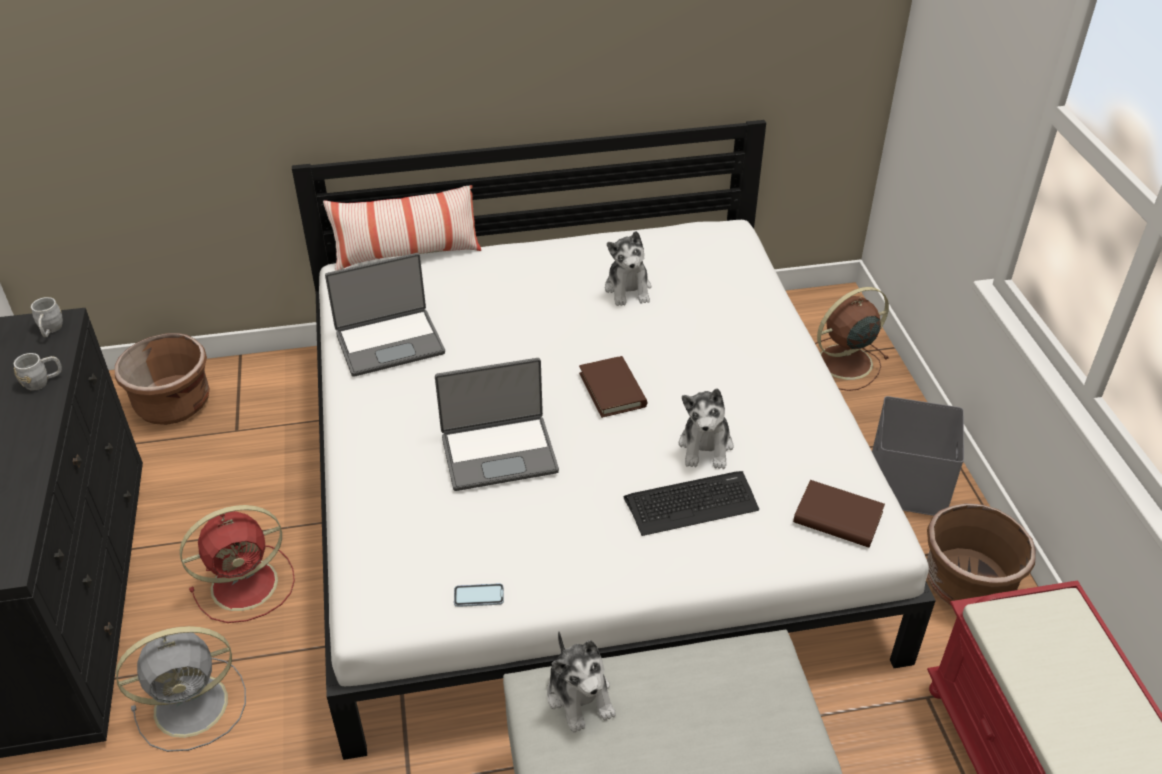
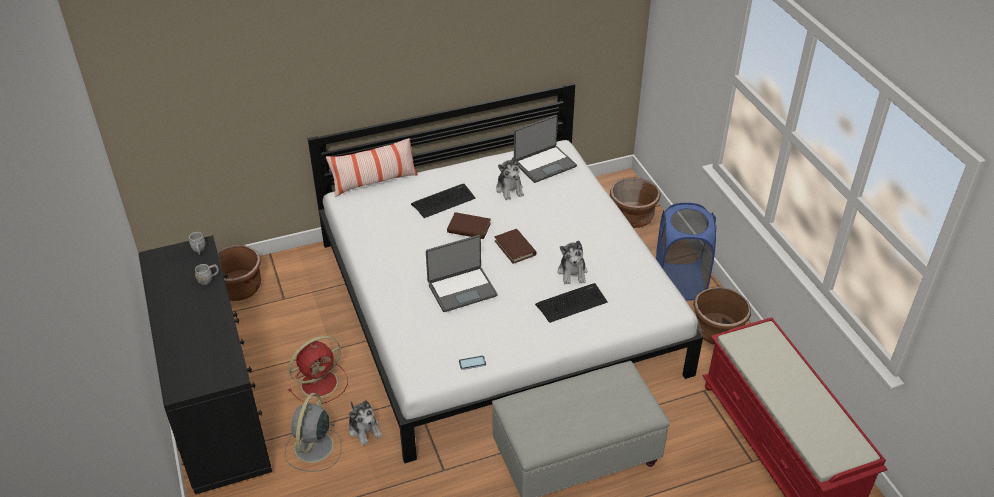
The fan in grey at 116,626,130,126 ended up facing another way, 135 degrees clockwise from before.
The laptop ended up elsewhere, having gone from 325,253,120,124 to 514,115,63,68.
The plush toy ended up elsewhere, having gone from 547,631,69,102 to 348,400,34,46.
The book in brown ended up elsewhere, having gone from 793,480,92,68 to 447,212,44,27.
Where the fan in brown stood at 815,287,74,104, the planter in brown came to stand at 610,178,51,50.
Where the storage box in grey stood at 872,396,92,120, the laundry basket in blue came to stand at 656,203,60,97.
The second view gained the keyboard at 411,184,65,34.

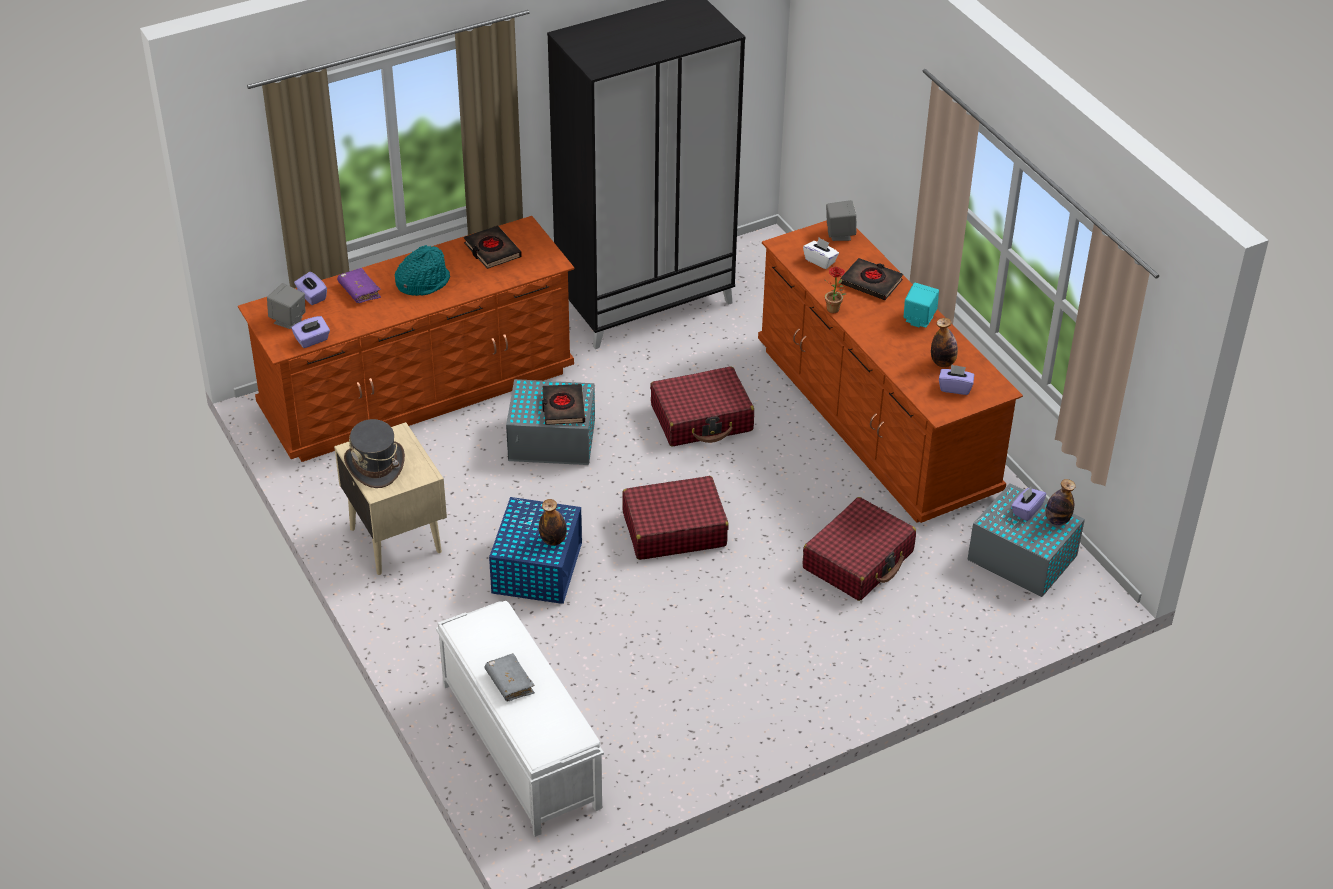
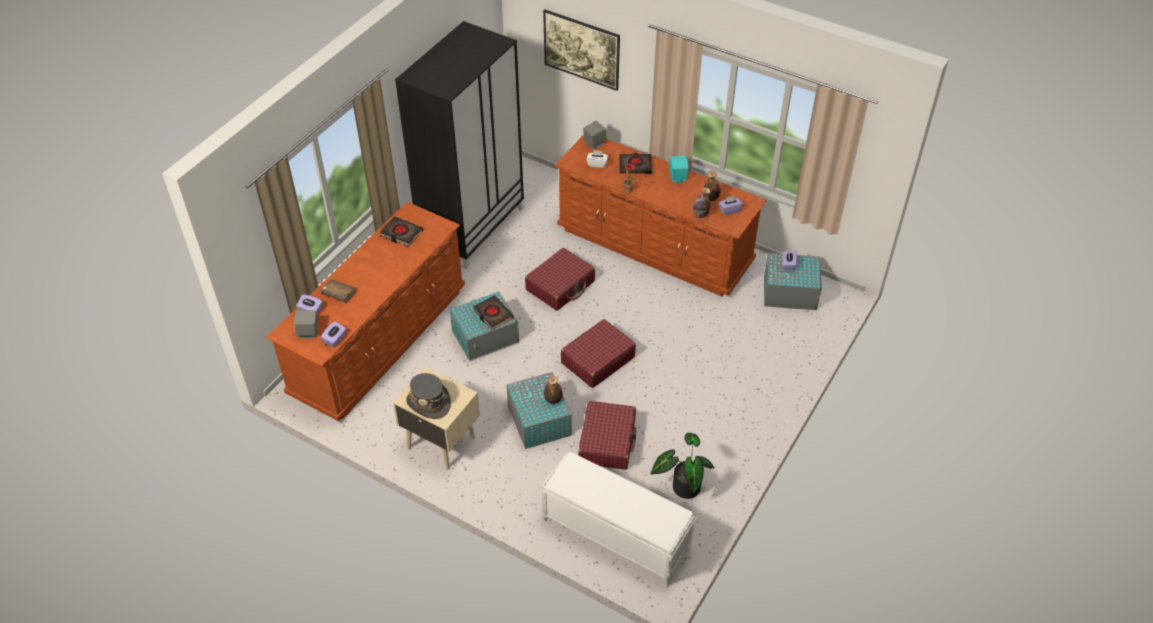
What was the book in purple at 337,268,44,35 turned into the book in brown at 321,278,36,25.
The second view lost the hat in turquoise at 395,245,55,51.
The second view lost the book in grey at 485,653,50,48.
What was the storage box in blue at 489,497,93,107 turned into the storage box in grey at 506,372,66,77.
The suitcase in red ended up elsewhere, having gone from 802,497,114,104 to 578,401,58,69.
The bottle ended up elsewhere, having gone from 1046,479,30,47 to 693,188,17,30.
The second view gained the picture at 543,9,77,82.
The second view gained the potted plant at 651,433,63,66.

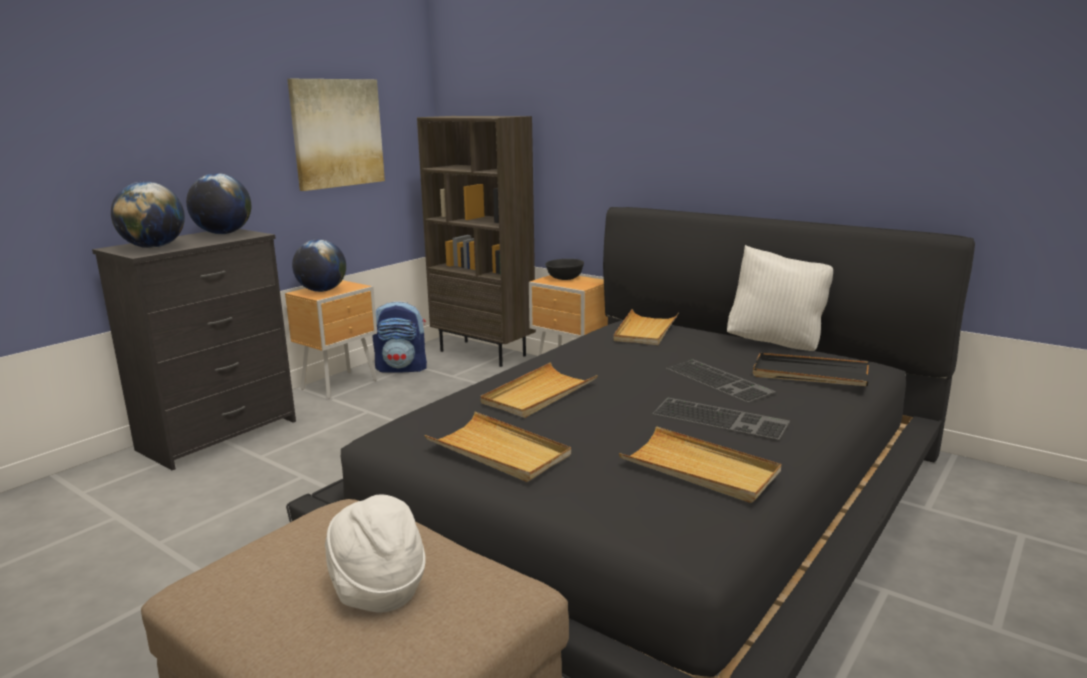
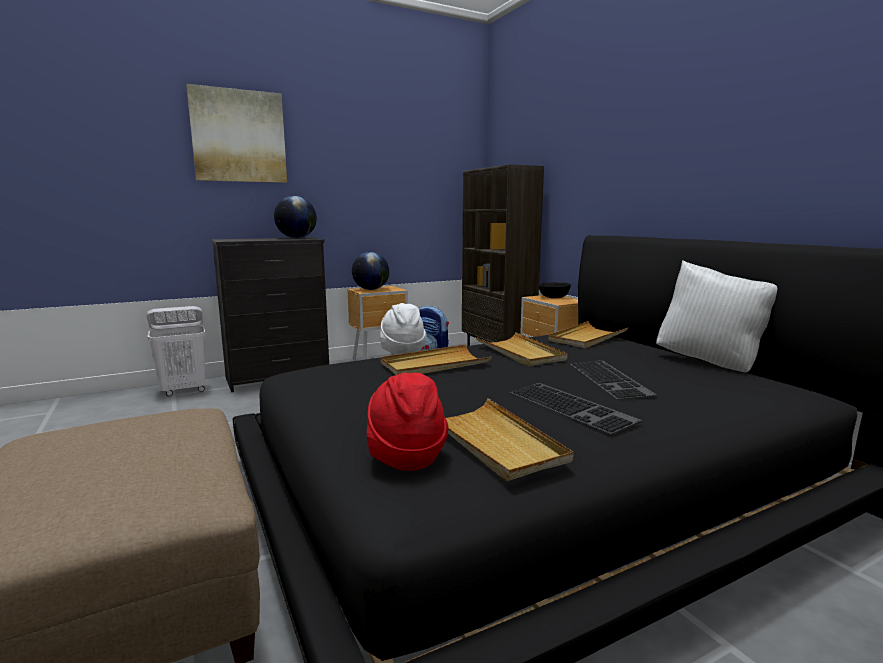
The second view lost the globe at 111,182,74,66.
The picture ended up elsewhere, having gone from 287,79,98,112 to 186,84,101,99.
The hat in white ended up elsewhere, having gone from 325,494,101,119 to 380,303,47,52.
The tray in beige ended up elsewhere, having gone from 425,412,146,70 to 476,332,92,34.
The second view lost the tray in black at 753,352,116,34.
The second view gained the laundry basket in white at 146,306,60,90.
The second view gained the hat in red at 367,372,81,99.

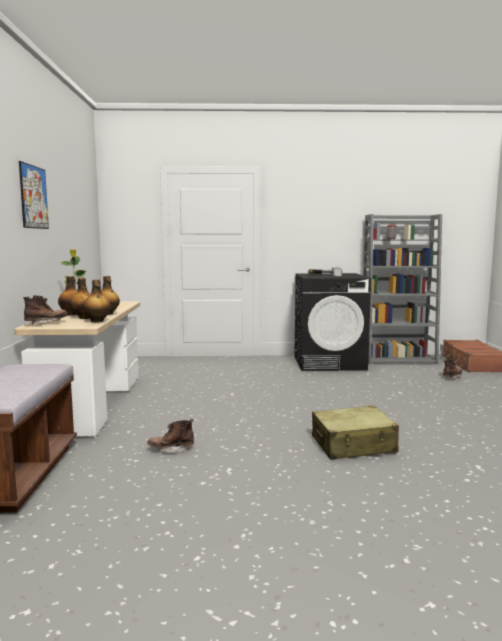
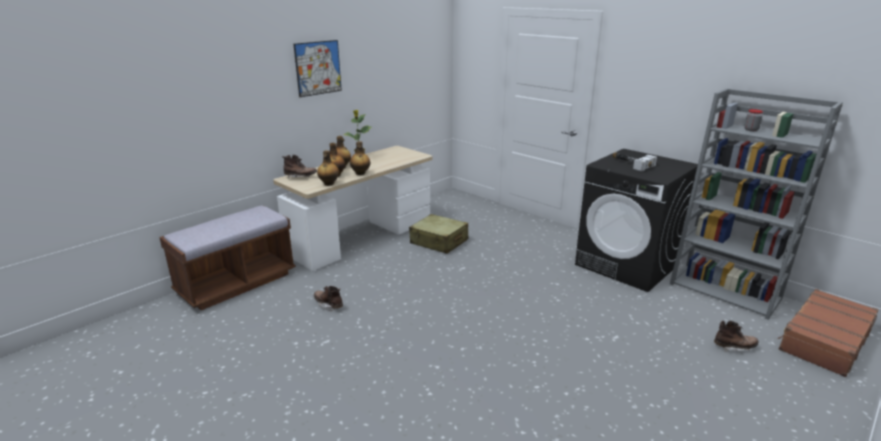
The suitcase in beige ended up elsewhere, having gone from 312,406,87,54 to 409,214,59,40.

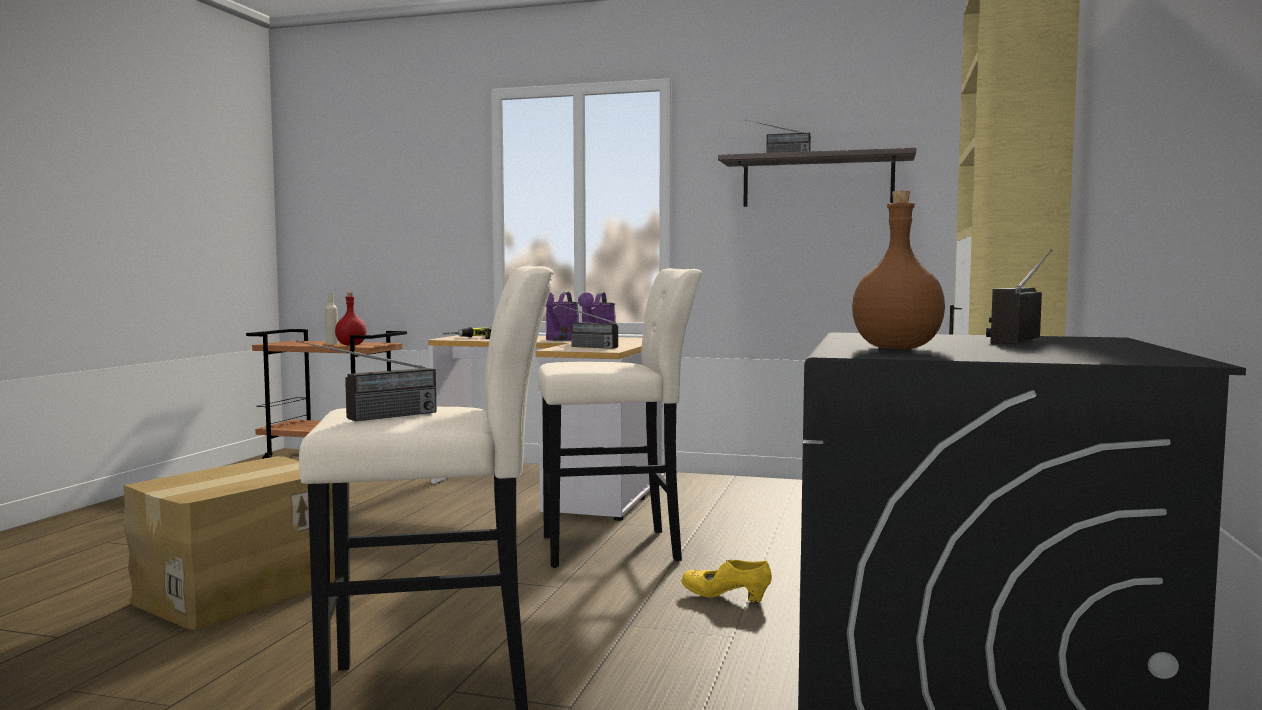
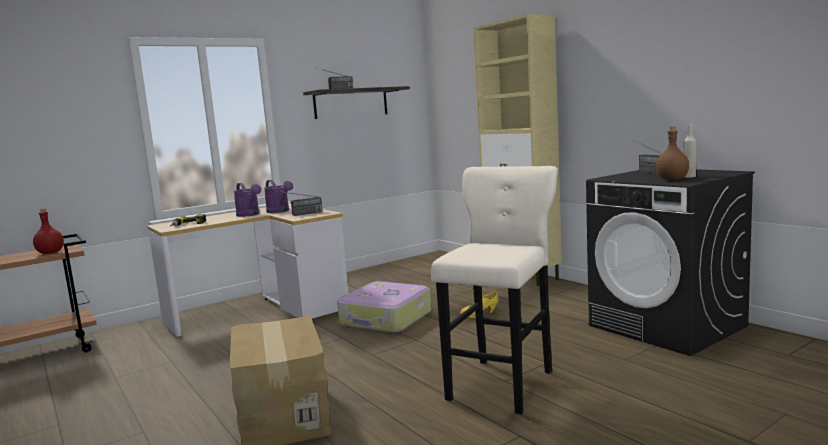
The second view lost the radio at 296,340,140,81.
The bottle in beige ended up elsewhere, having gone from 325,292,13,53 to 683,125,13,52.
Where the stool in beige stood at 538,268,164,300, the suitcase came to stand at 337,281,95,52.

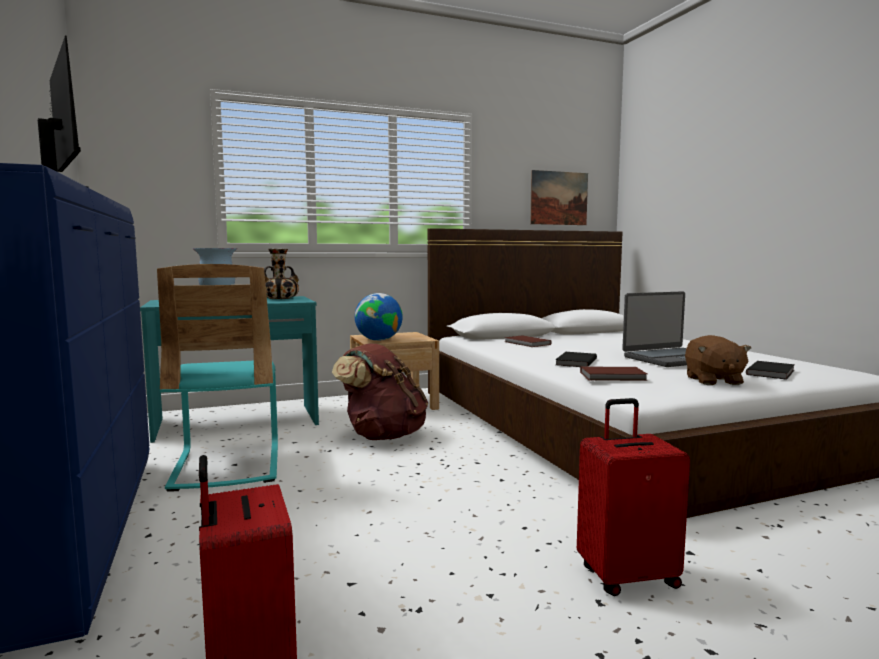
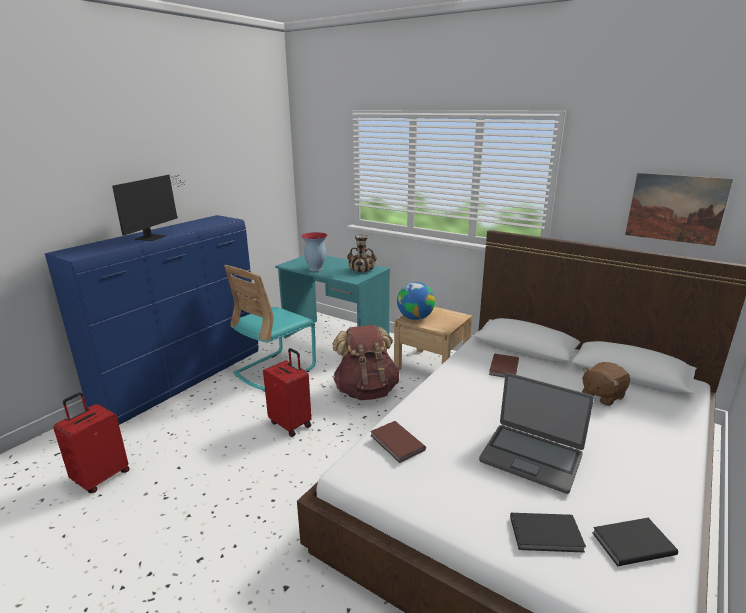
The book in black ended up elsewhere, having gone from 555,352,42,15 to 592,518,86,48.
The suitcase in red ended up elsewhere, having gone from 577,398,113,198 to 263,348,49,89.
The plush toy in brown ended up elsewhere, having gone from 685,335,66,50 to 582,362,48,44.

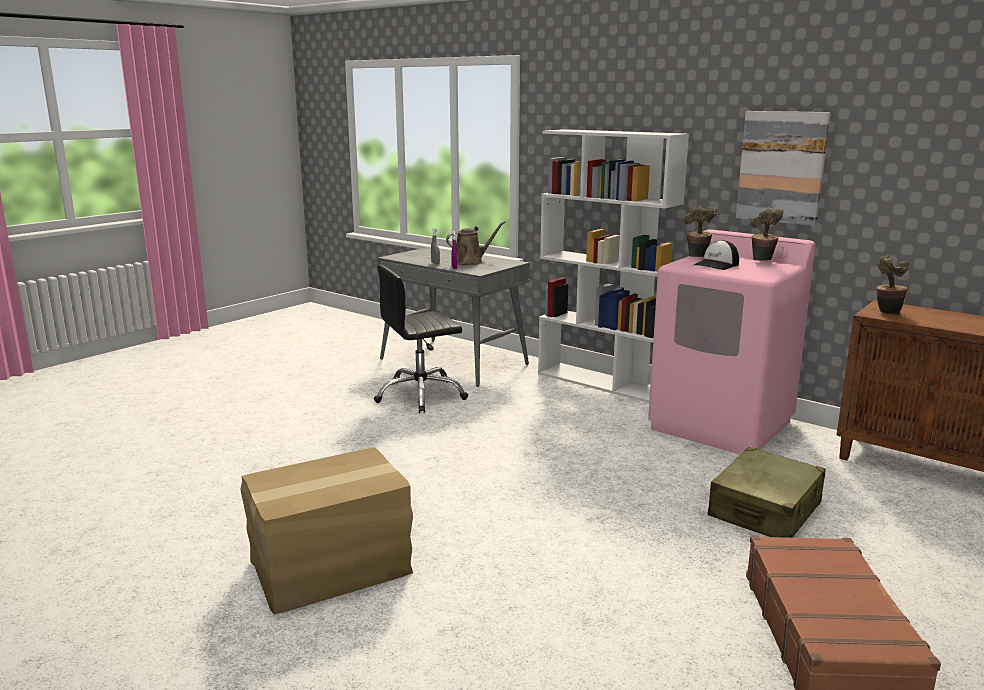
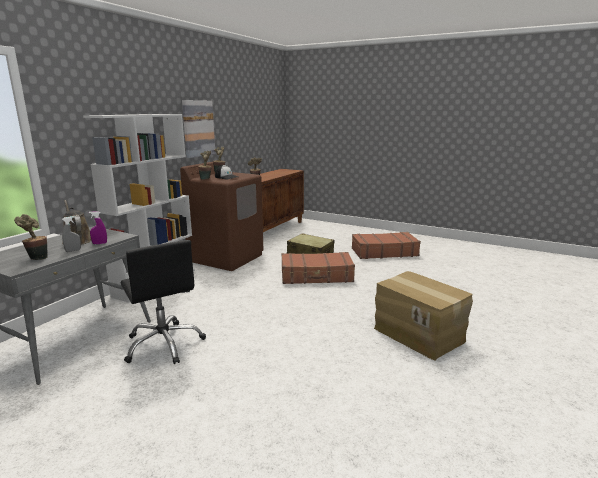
What was the washing machine in pink at 648,229,167,226 turned into the washing machine in brown at 180,162,83,109.
The second view gained the potted plant at 14,214,34,46.
The second view gained the suitcase in brown at 282,252,73,32.

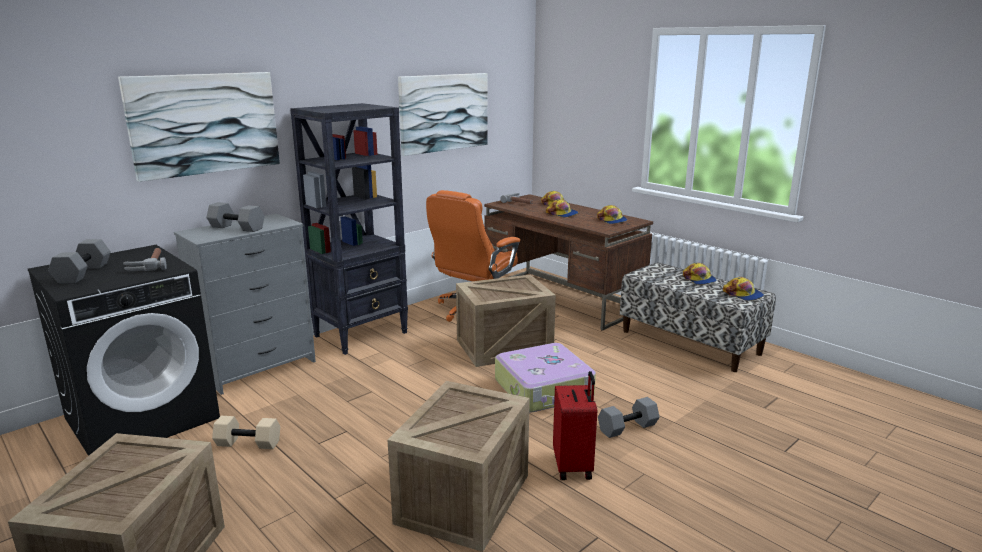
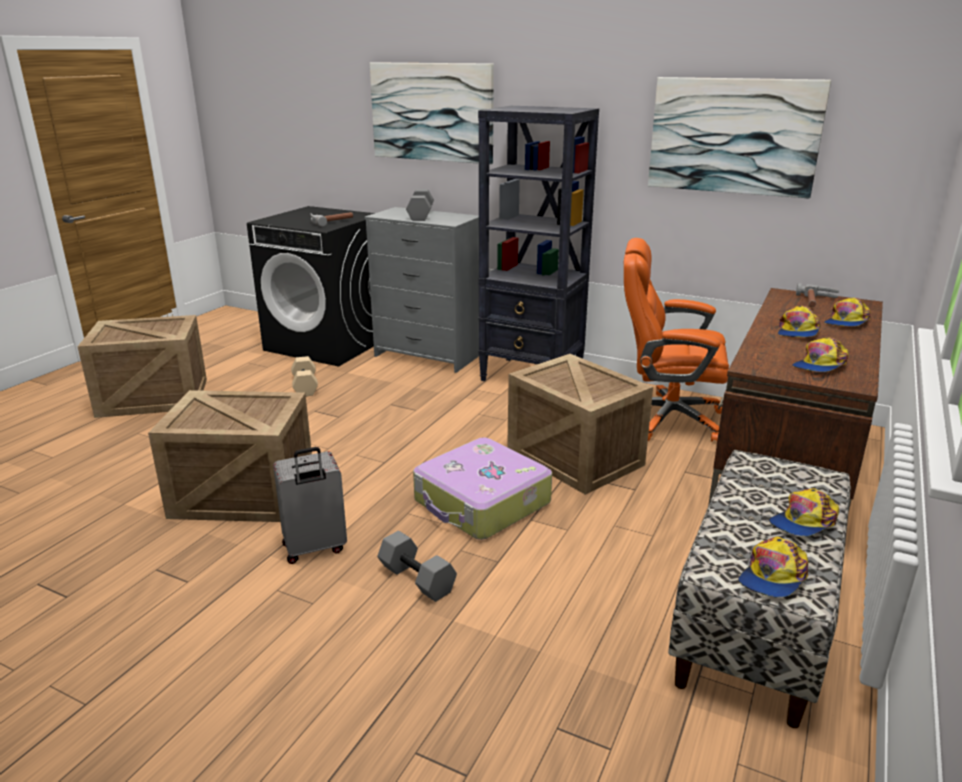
The second view lost the dumbbell in grey at 48,239,63,45.
What was the suitcase in red at 553,371,44,109 turned into the suitcase in grey at 273,447,74,117.

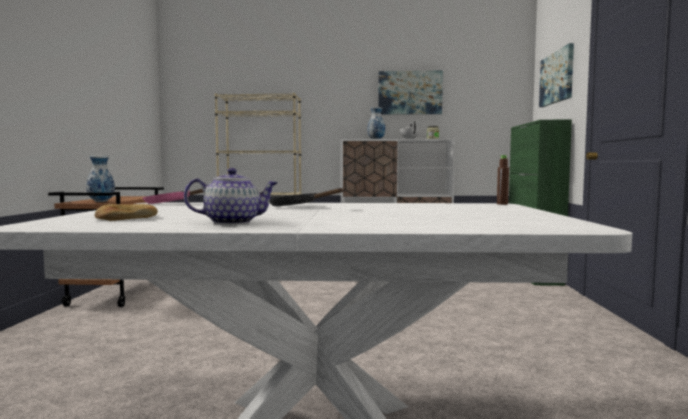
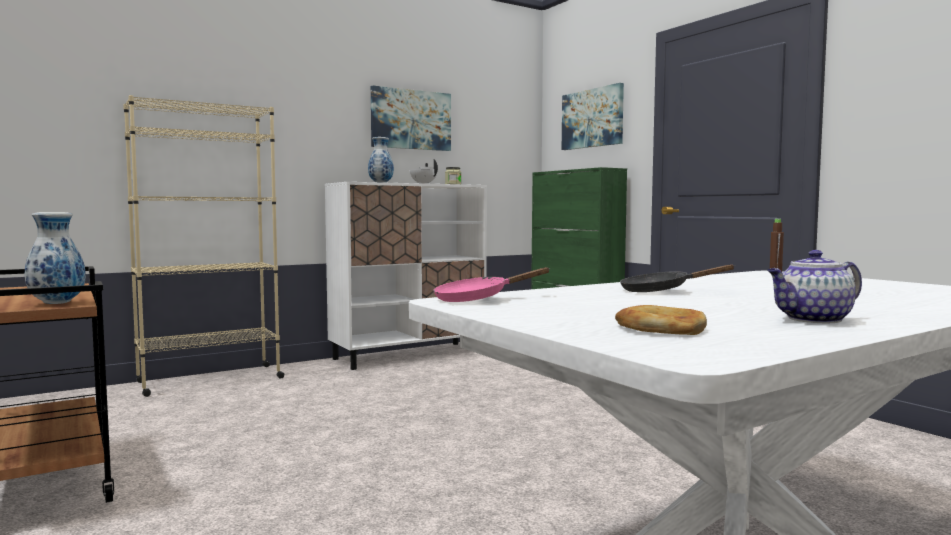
The teapot at 184,168,94,57 ended up facing another way, 150 degrees counterclockwise from before.

